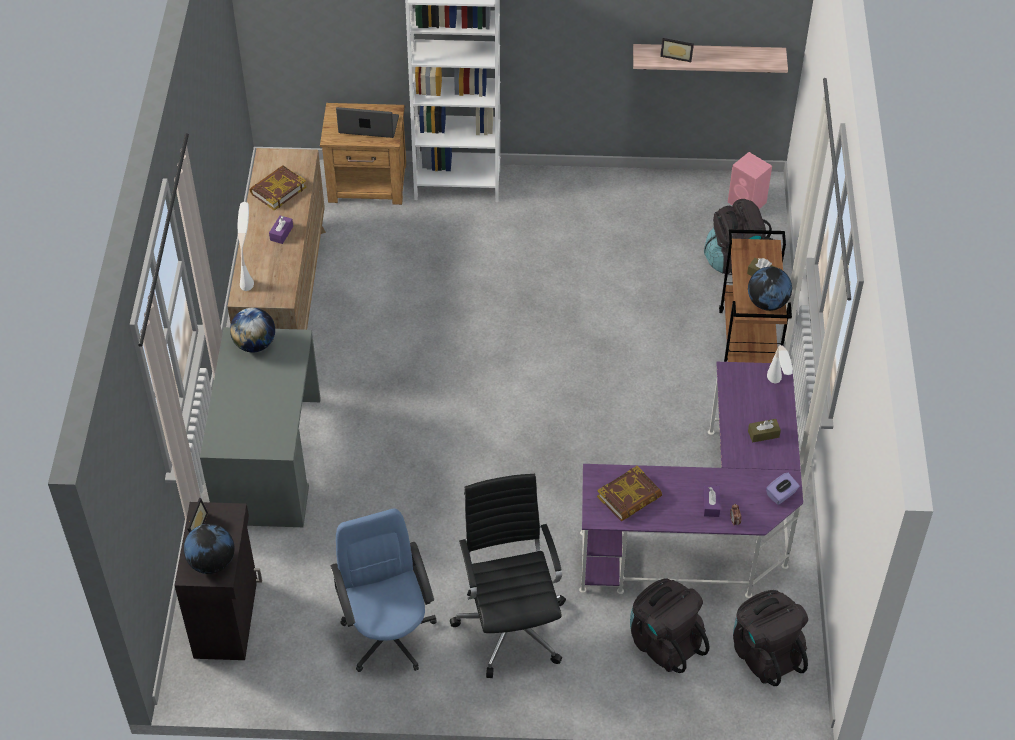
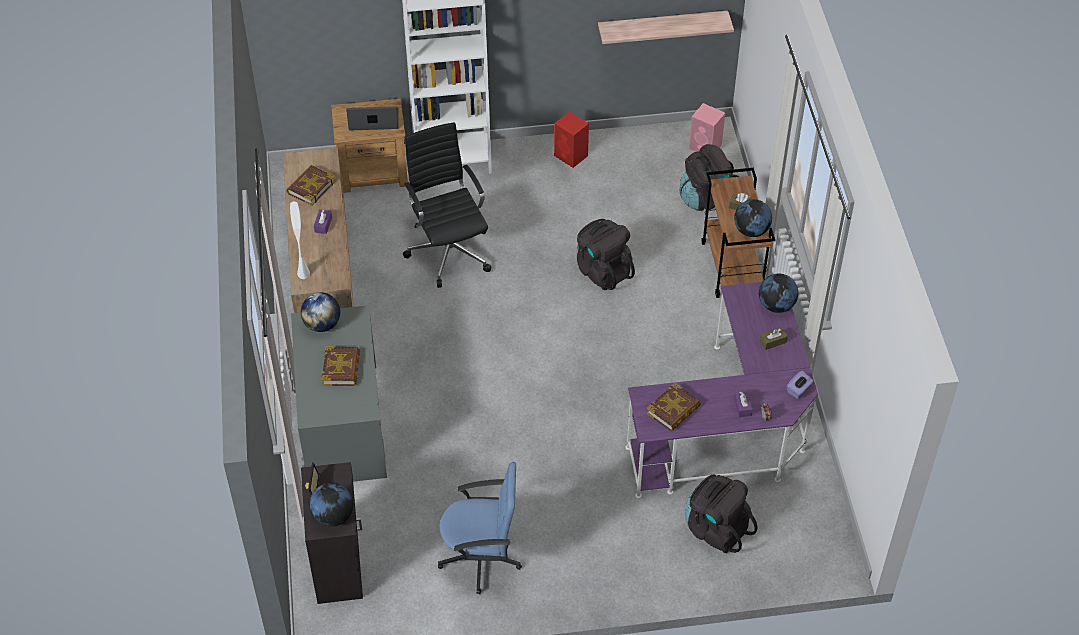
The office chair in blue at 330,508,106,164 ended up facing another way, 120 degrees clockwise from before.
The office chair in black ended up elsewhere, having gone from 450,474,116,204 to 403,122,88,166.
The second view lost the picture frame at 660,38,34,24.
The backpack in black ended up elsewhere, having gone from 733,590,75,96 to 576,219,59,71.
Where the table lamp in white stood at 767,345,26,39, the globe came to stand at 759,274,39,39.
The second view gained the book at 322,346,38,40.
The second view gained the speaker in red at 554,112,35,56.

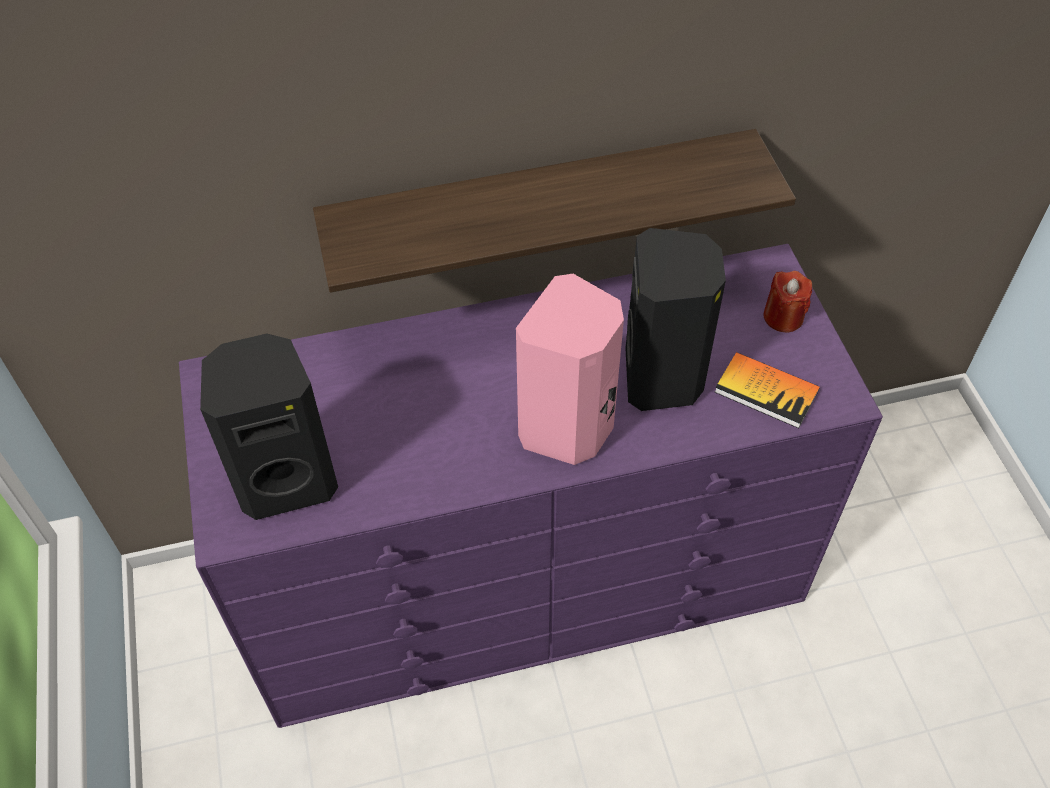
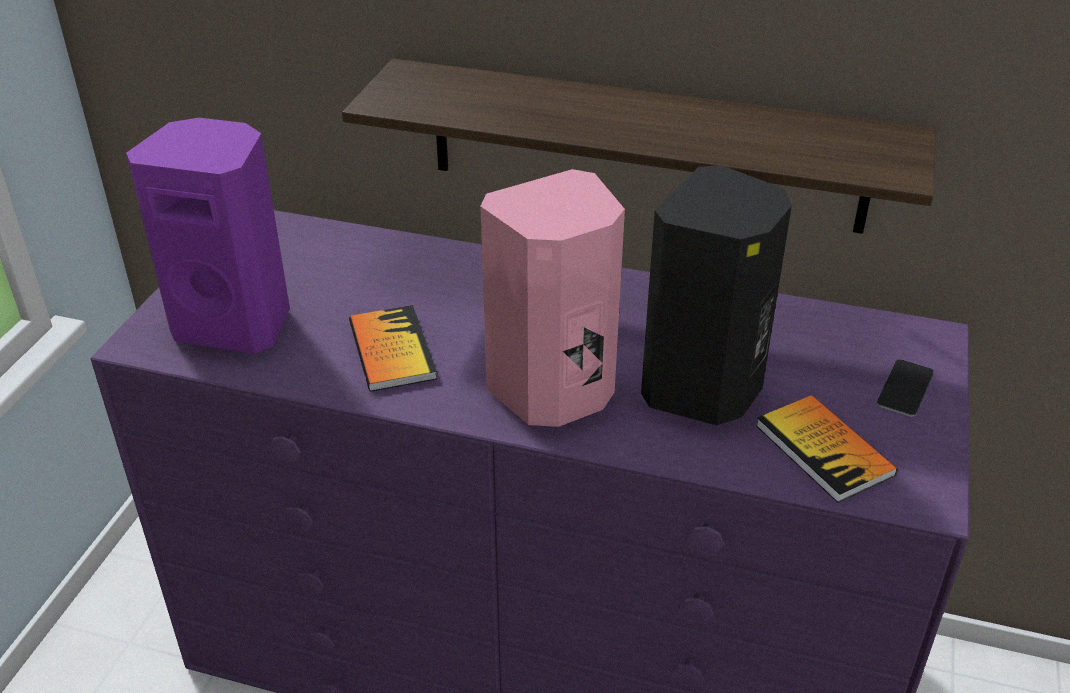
What was the speaker in black at 200,334,138,186 turned into the speaker in purple at 126,118,164,236.
Where the candle in red stood at 764,271,48,61, the phone came to stand at 877,359,57,58.
The second view gained the book at 349,305,88,87.

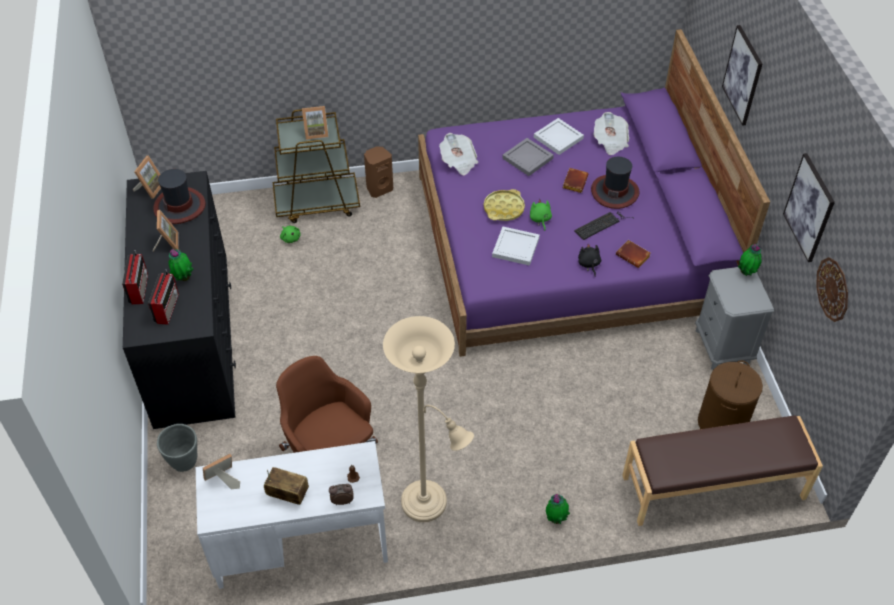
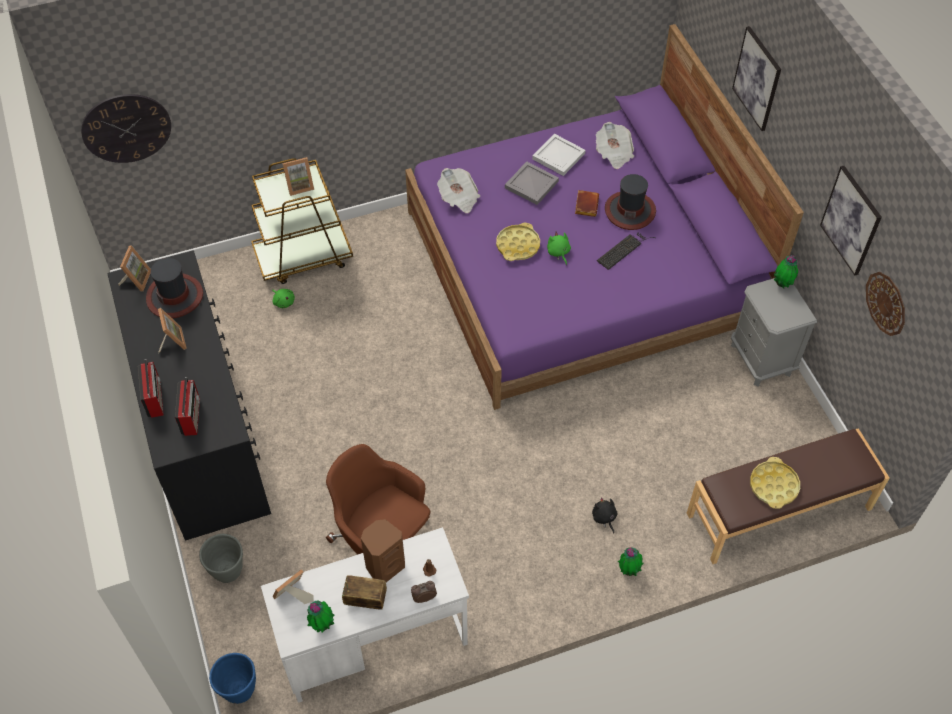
The potted plant ended up elsewhere, having gone from 168,249,26,32 to 307,600,28,33.
The speaker in brown ended up elsewhere, having gone from 364,147,29,51 to 361,519,44,63.
The second view lost the floor lamp in beige at 383,316,91,206.
The second view lost the tray in white at 492,227,48,39.
The plush toy in black ended up elsewhere, having gone from 578,243,23,33 to 592,497,26,37.
The second view lost the book in brown at 616,240,35,28.
The second view lost the laundry basket in brown at 698,360,65,69.
The second view gained the wall clock at 81,94,90,69.
The second view gained the planter in blue at 209,653,47,51.
The second view gained the tray in yellow at 750,457,50,52.

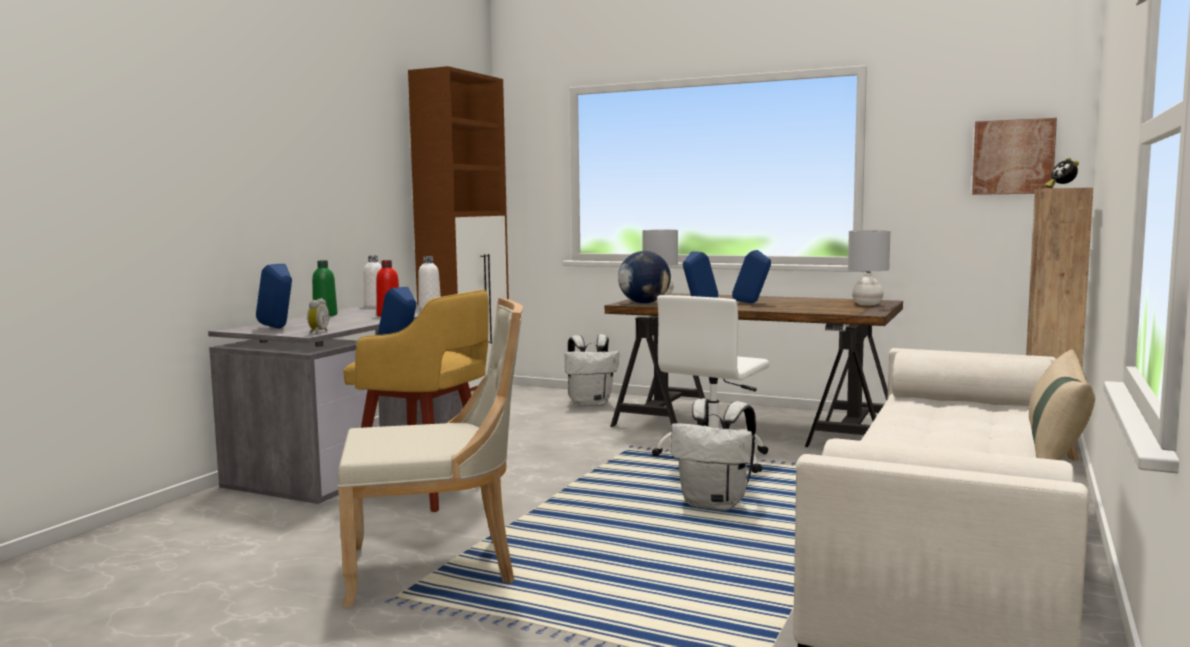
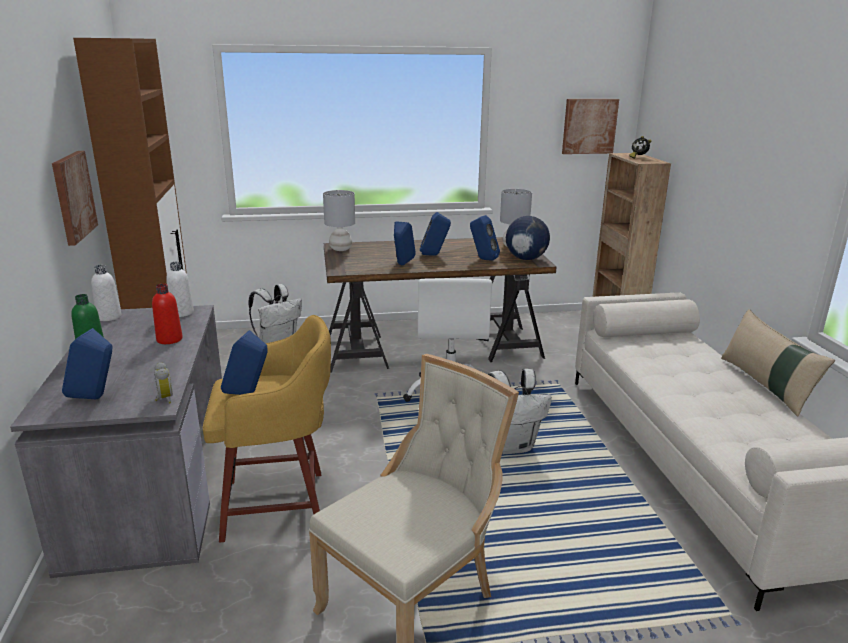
The globe ended up elsewhere, having gone from 618,251,53,52 to 506,216,44,44.
The second view gained the picture at 52,151,46,95.
The second view gained the speaker in blue at 470,215,30,46.

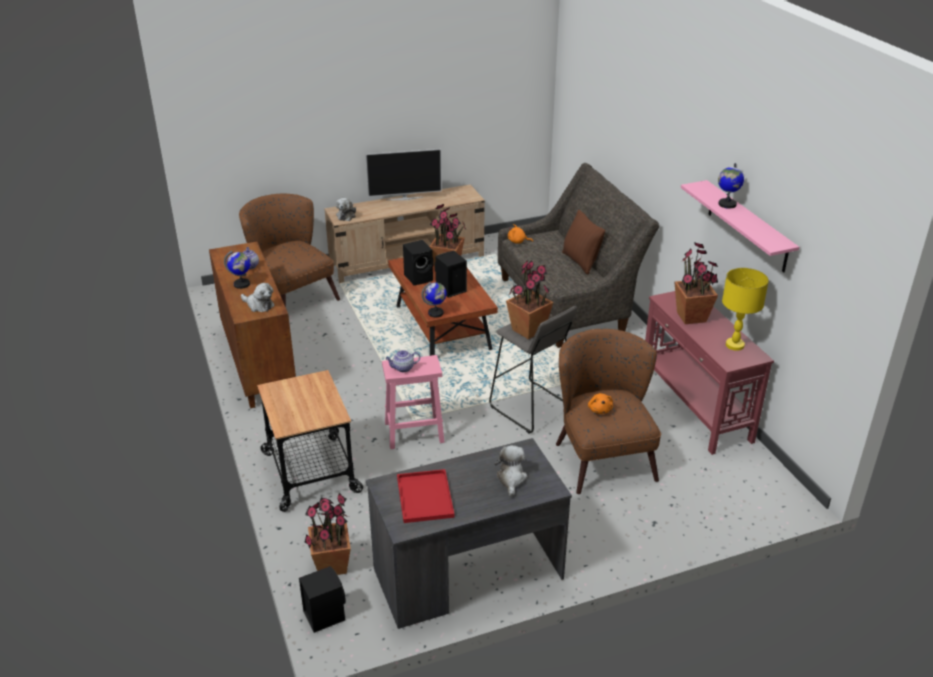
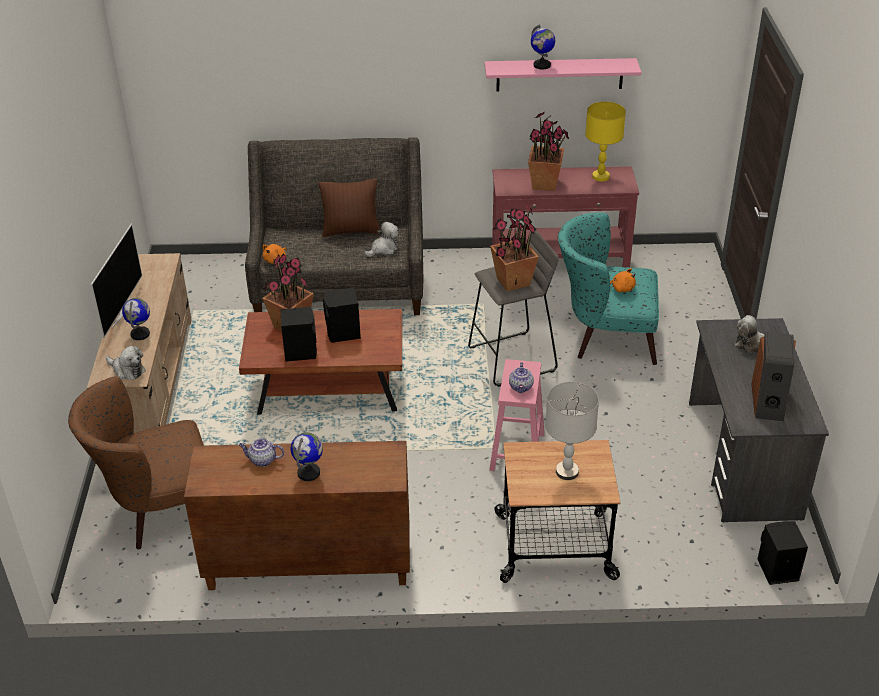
The plush toy ended up elsewhere, having gone from 241,283,34,29 to 364,222,34,35.
The second view lost the potted plant at 305,493,46,82.
Where the tray in red stood at 397,469,57,54, the speaker came to stand at 751,332,45,89.
The globe ended up elsewhere, having gone from 421,282,26,35 to 122,298,28,42.
What was the armchair in brown at 556,329,105,165 turned into the armchair in turquoise at 558,212,101,153.
The second view gained the table lamp in grey at 545,382,54,98.

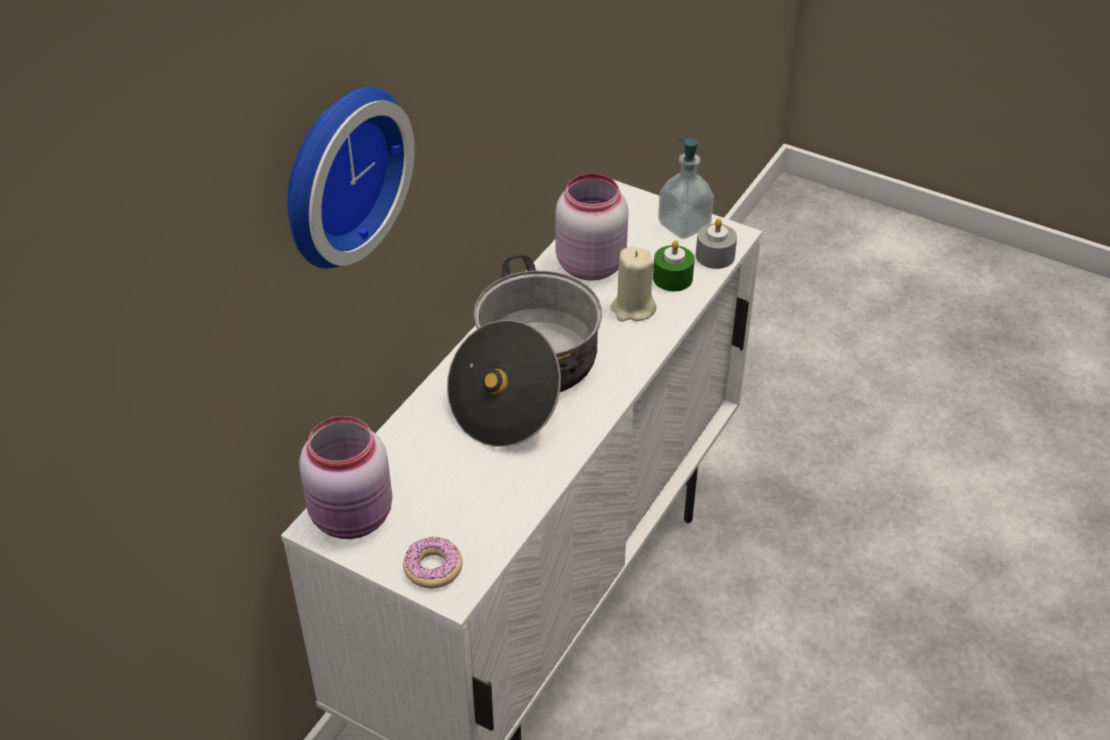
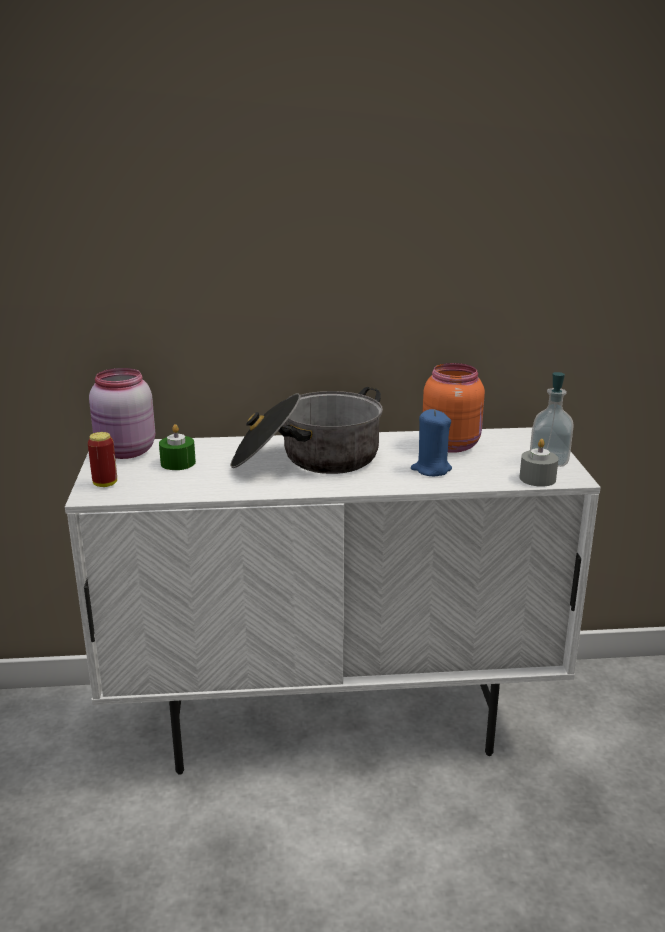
The second view lost the wall clock at 287,88,128,181.
Where the donut stood at 403,537,60,51, the can came to stand at 88,432,29,55.
What was the jar in pink at 555,174,73,107 turned into the jar in orange at 423,363,62,90.
What was the candle in beige at 610,247,47,75 turned into the candle in blue at 411,409,41,67.
The candle in green ended up elsewhere, having gone from 653,240,42,51 to 159,424,37,46.

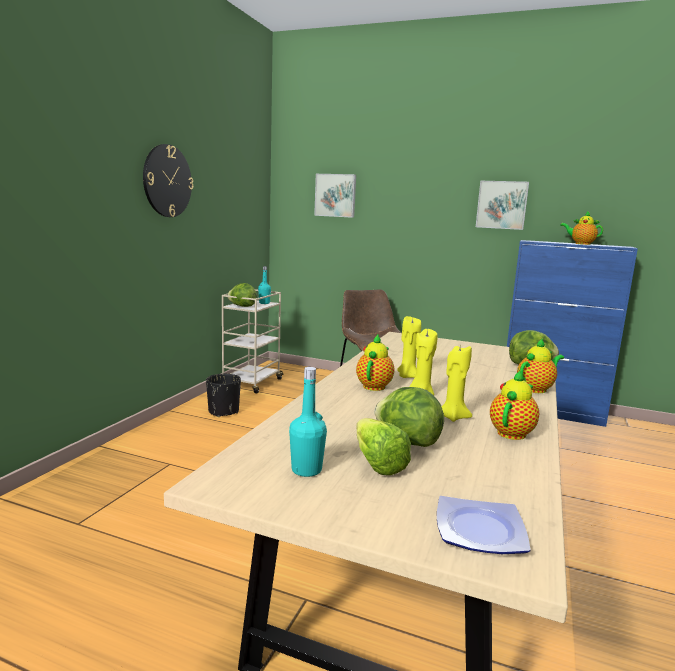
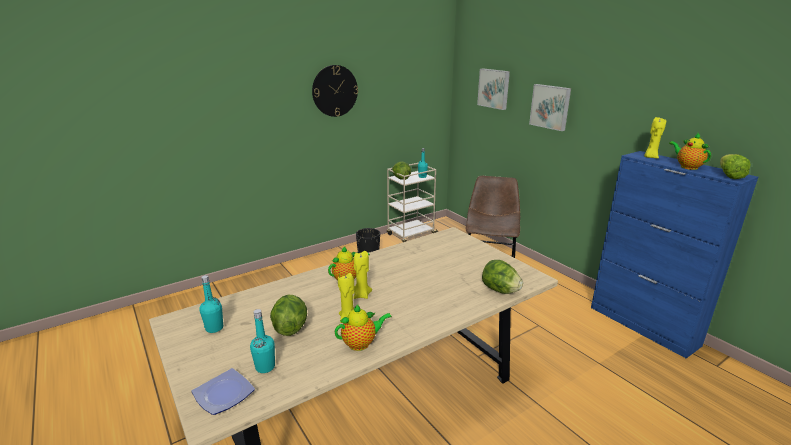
The lettuce ended up elsewhere, having gone from 356,418,55,57 to 720,154,31,25.
The candle in yellow ended up elsewhere, having gone from 397,316,24,62 to 644,117,22,42.
The picture ended up elsewhere, having gone from 476,181,53,49 to 529,84,42,47.
The second view lost the teapot at 517,339,47,54.
The second view gained the bottle in turquoise at 250,309,25,64.

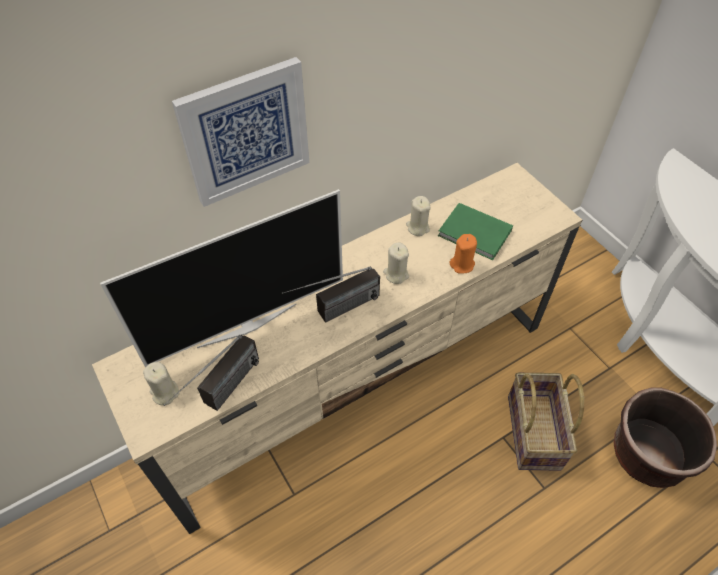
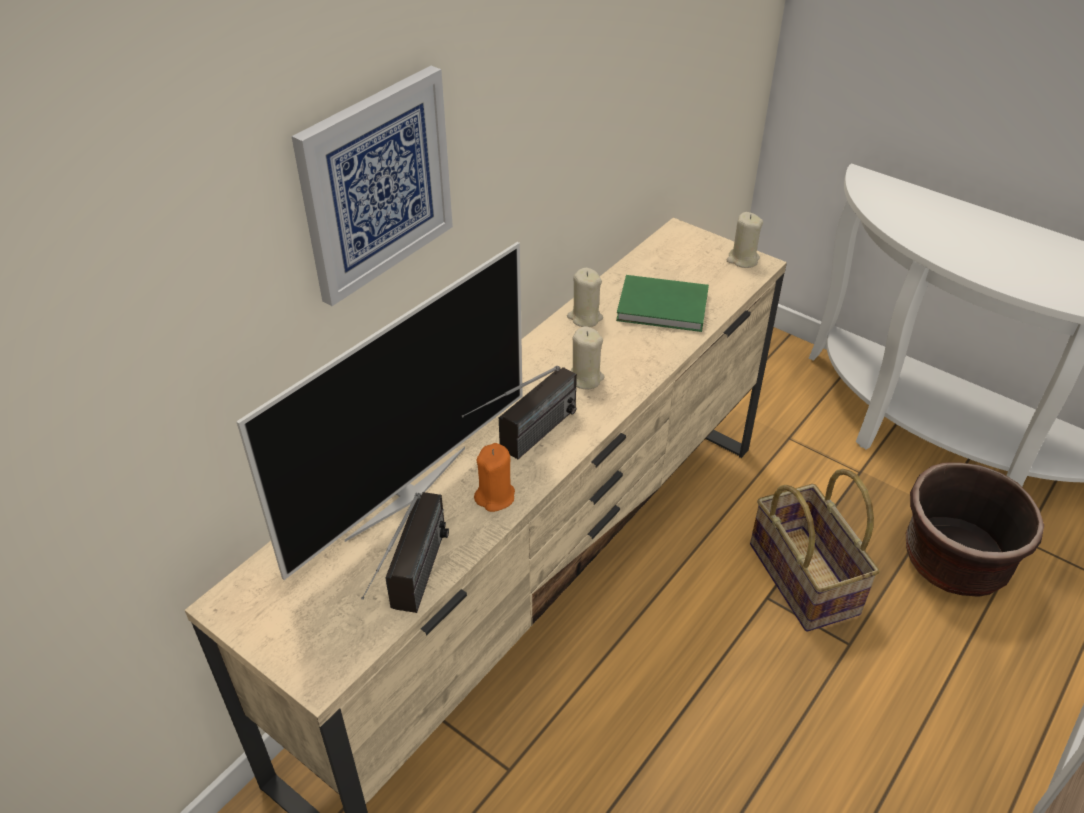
The candle in beige ended up elsewhere, having gone from 143,362,36,44 to 727,212,36,56.
The candle in orange ended up elsewhere, having gone from 450,234,27,40 to 474,443,41,69.

